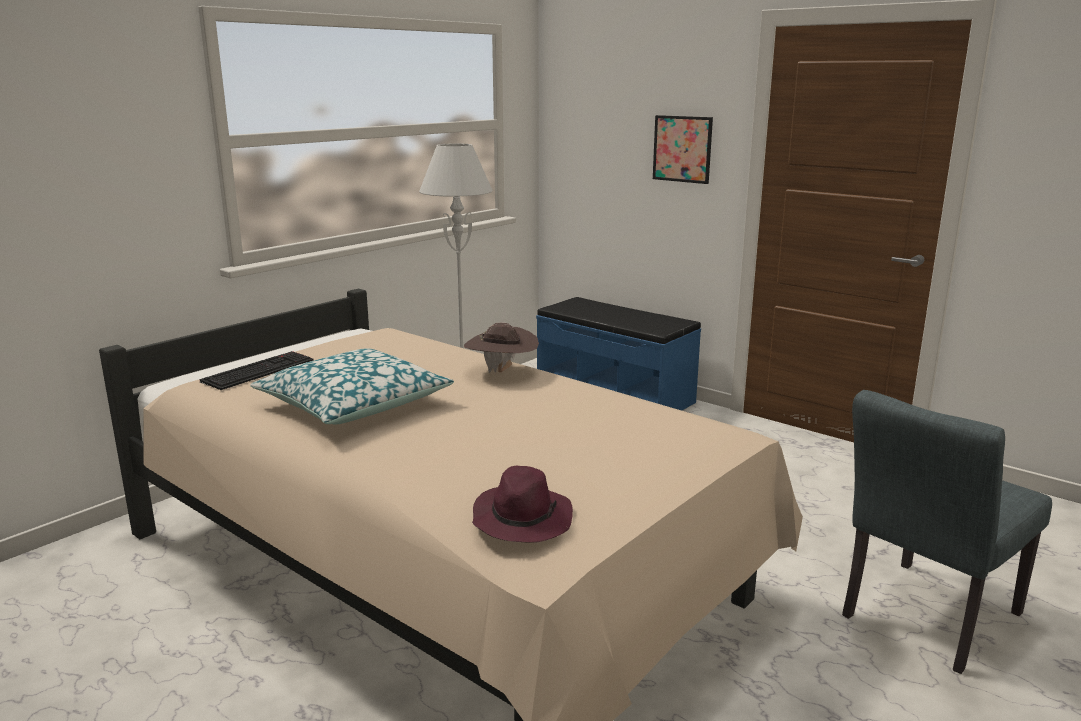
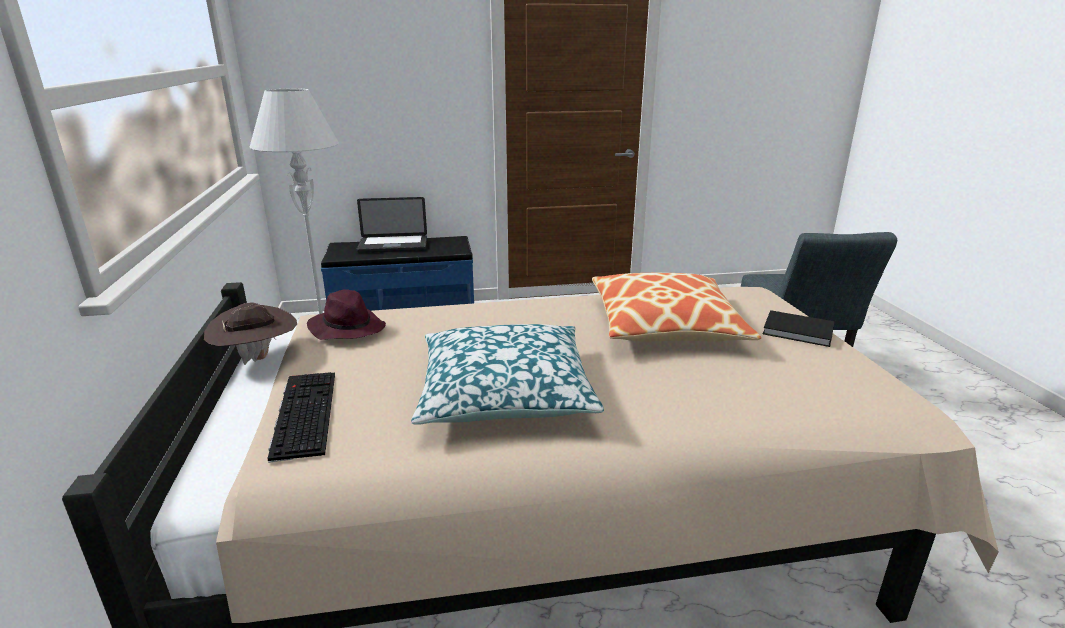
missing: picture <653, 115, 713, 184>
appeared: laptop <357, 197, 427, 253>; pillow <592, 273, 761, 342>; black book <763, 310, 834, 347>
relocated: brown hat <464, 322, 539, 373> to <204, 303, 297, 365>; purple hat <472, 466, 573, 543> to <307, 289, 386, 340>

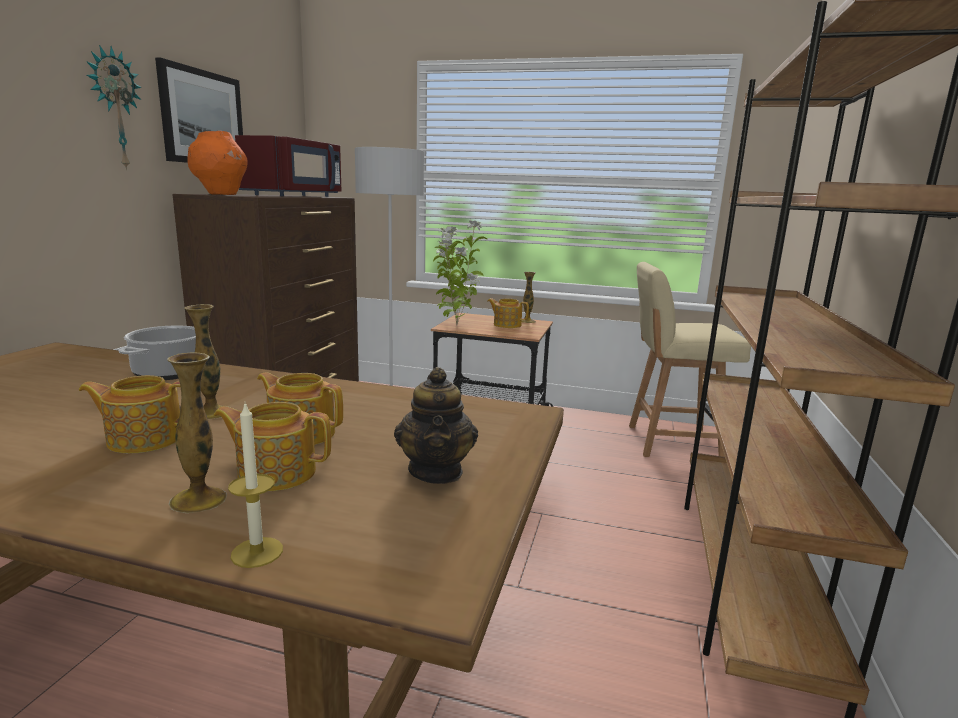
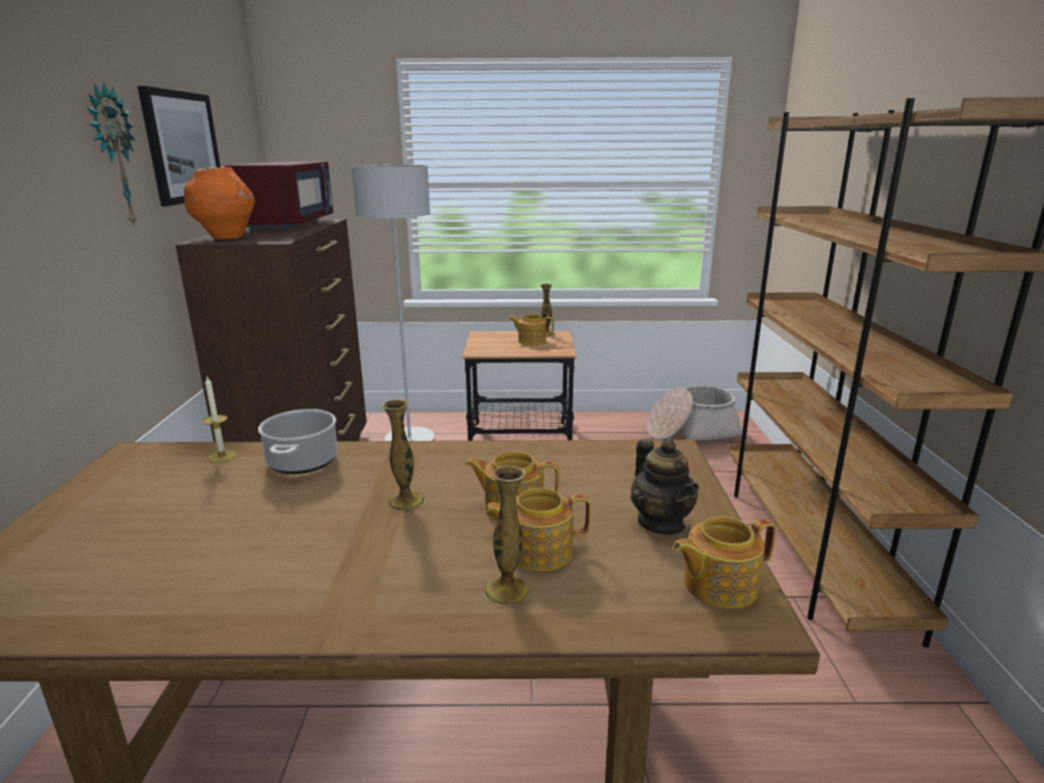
missing: potted plant <433, 219, 488, 326>
relocated: teapot <79, 375, 181, 454> to <673, 516, 776, 609>; candle <228, 404, 283, 568> to <203, 377, 236, 463>
exchanged: beige chair <629, 262, 751, 457> to basket <647, 386, 742, 440>

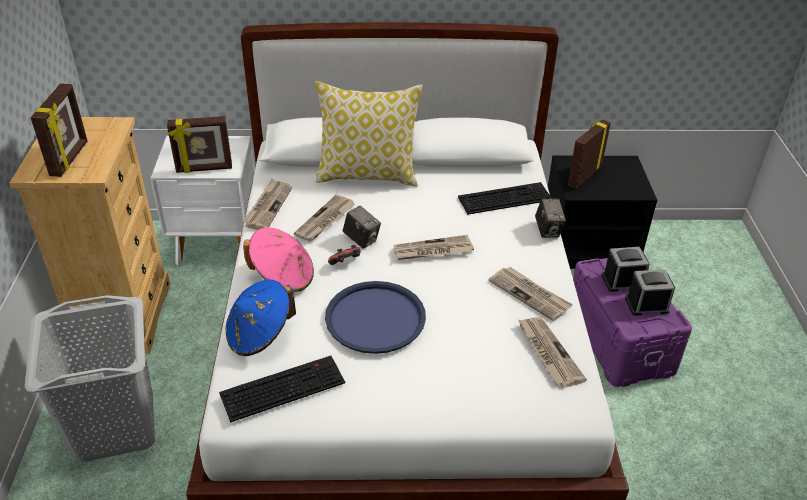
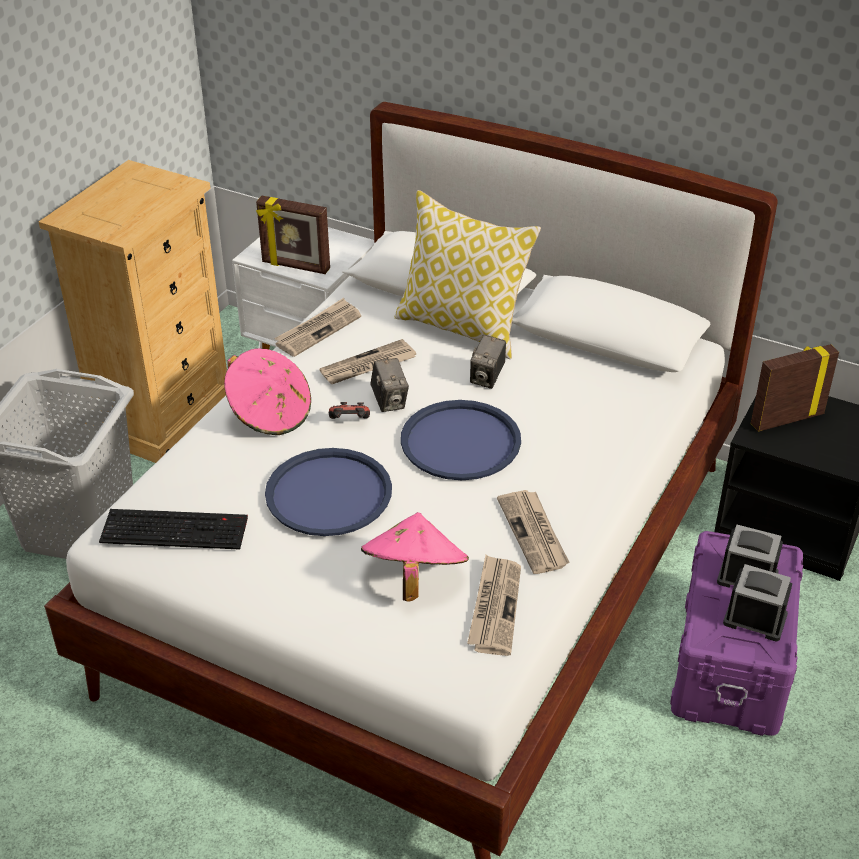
missing: picture frame <31, 83, 88, 177>; blue hat <226, 280, 296, 356>; keyboard <458, 182, 552, 215>
appeared: pink hat <361, 512, 469, 602>
relocated: photo camera <535, 199, 566, 238> to <470, 335, 506, 389>
exchanged: newspaper <394, 235, 474, 260> to blue tray <401, 400, 521, 480>

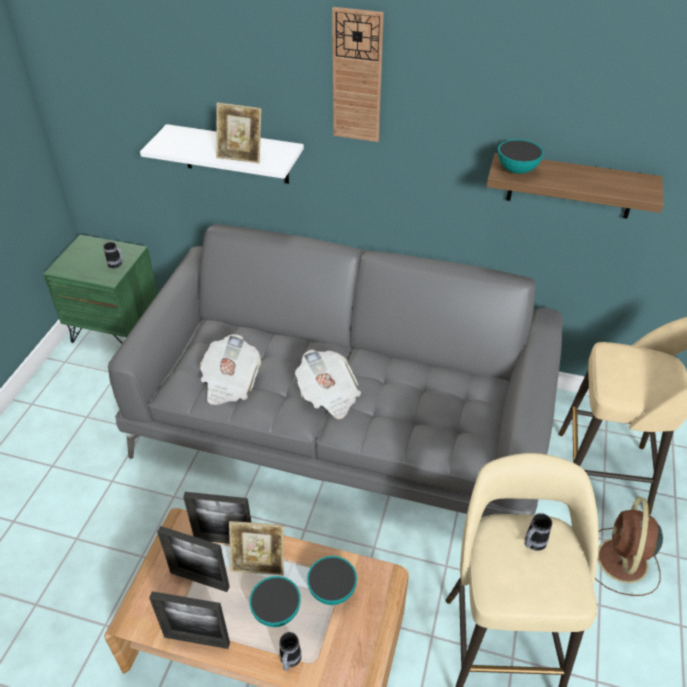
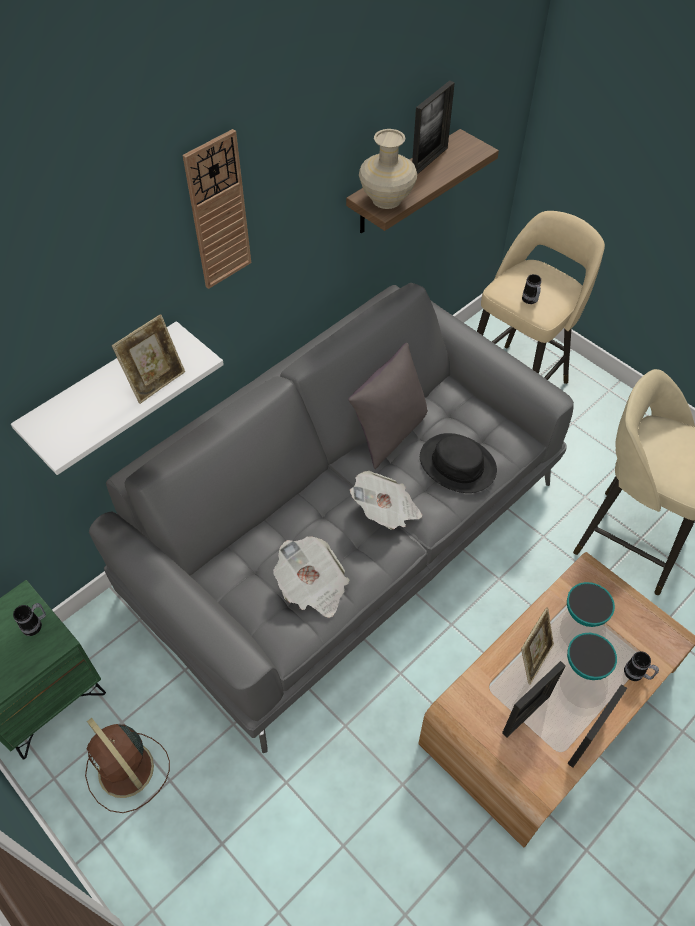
appeared: grey pillow <348, 343, 428, 469>; black hat <420, 433, 497, 493>
relocated: picture frame <183, 492, 251, 544> to <412, 81, 455, 175>; mug <524, 513, 552, 551> to <522, 274, 541, 304>; brown fan <595, 497, 663, 596> to <85, 718, 170, 813>
exchanged: bowl <498, 139, 544, 174> to beige vase <359, 129, 417, 209>

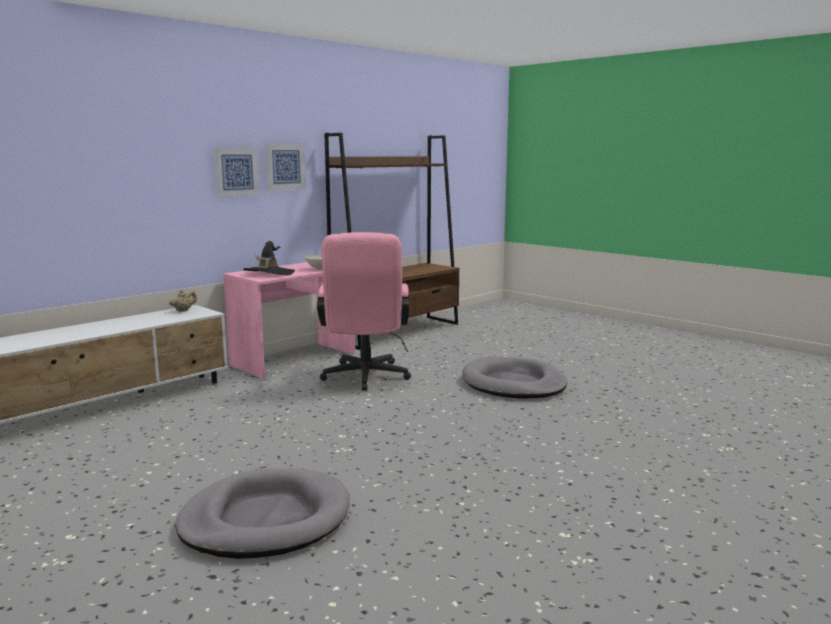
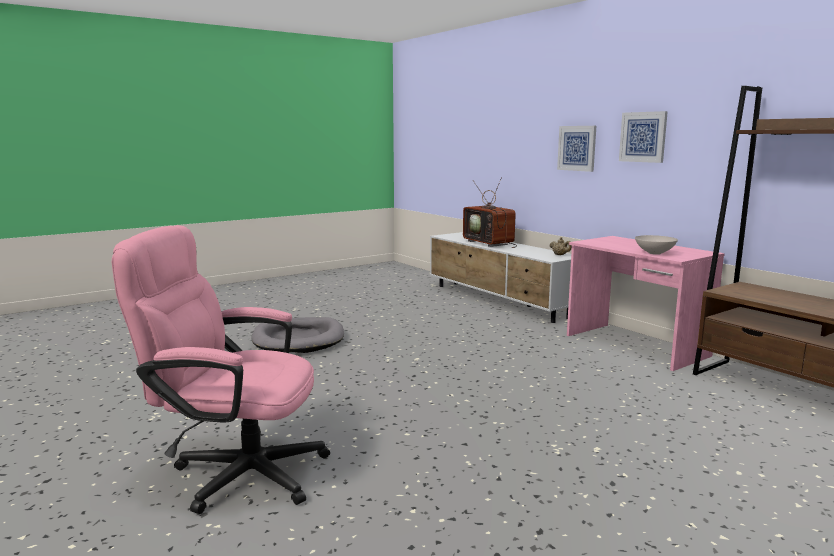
missing: black hat <243, 241, 295, 276>; grey dog bed <462, 356, 567, 399>
appeared: television <463, 177, 517, 248>
relocated: picture <265, 143, 306, 190> to <557, 126, 596, 172>; pink office chair <317, 232, 411, 391> to <112, 225, 330, 514>

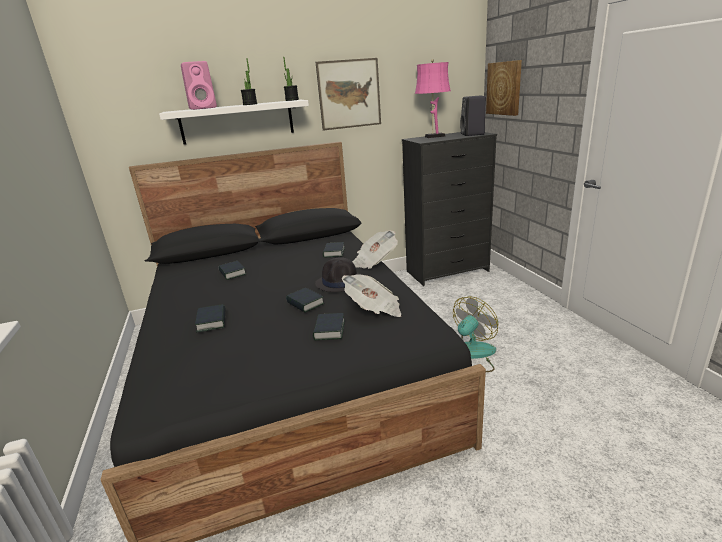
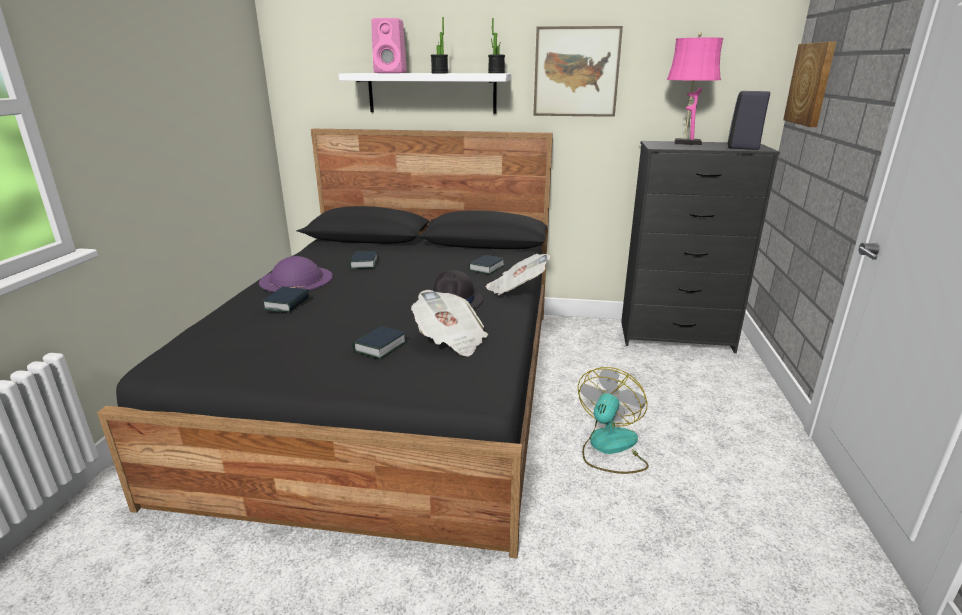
missing: book <286, 288, 324, 312>
appeared: purple hat <259, 256, 333, 292>
spun: fan <453, 296, 498, 372> = <578, 367, 649, 474> 45 degrees counterclockwise

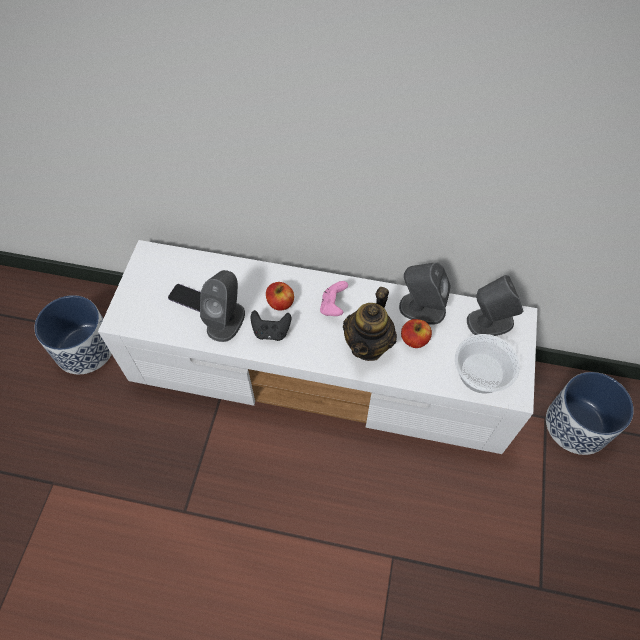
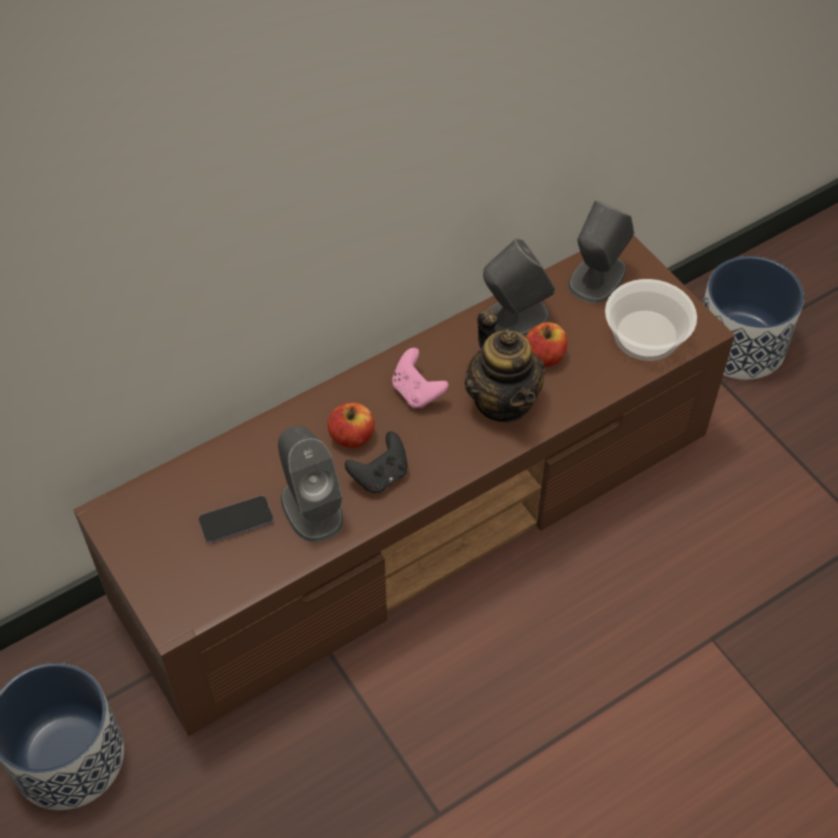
colour: white tv stand <98, 240, 537, 454> to brown tv stand <74, 235, 735, 736>

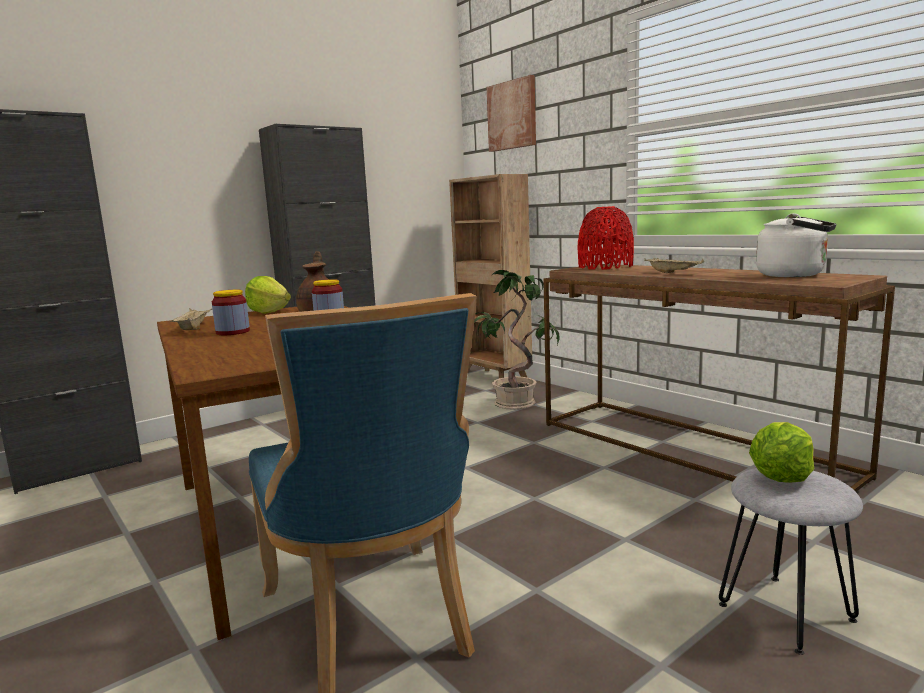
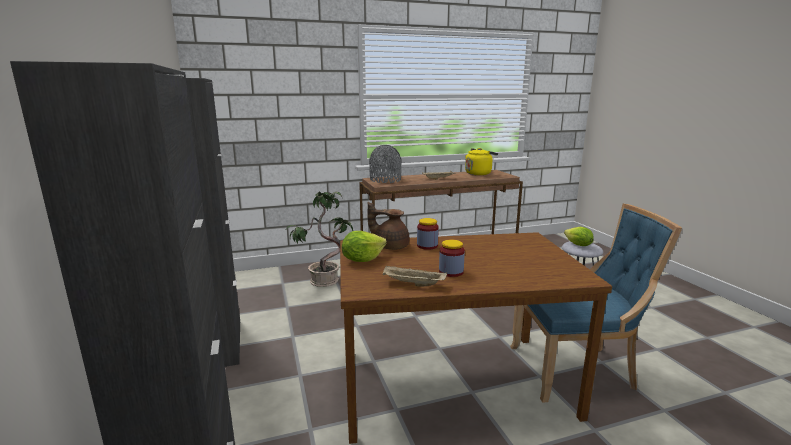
missing: brown bookcase <449, 174, 532, 378>; picture <487, 75, 536, 152>
colour: red vase <577, 206, 634, 270> to grey vase <369, 145, 402, 183>; white kettle <756, 213, 836, 277> to yellow kettle <465, 148, 498, 175>

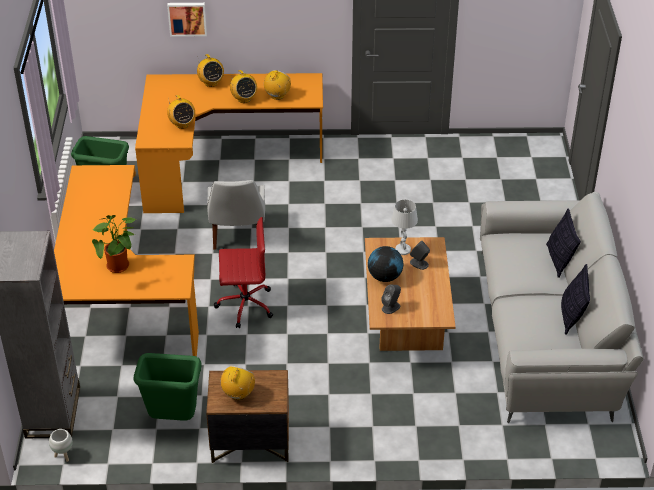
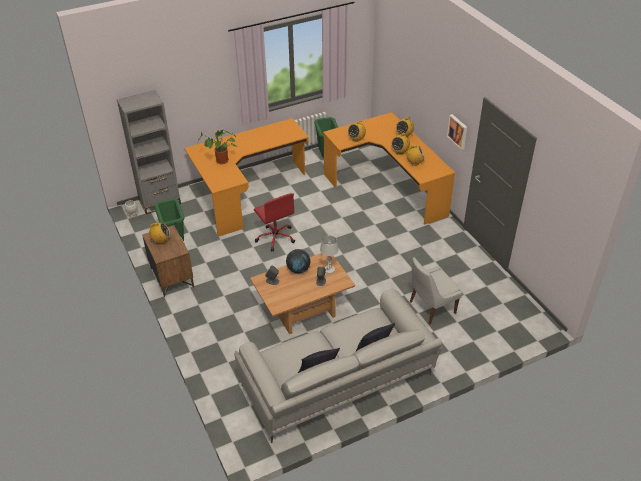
relocated: picture <167, 3, 207, 37> to <447, 114, 467, 150>; white chair <207, 180, 265, 250> to <410, 257, 463, 324>

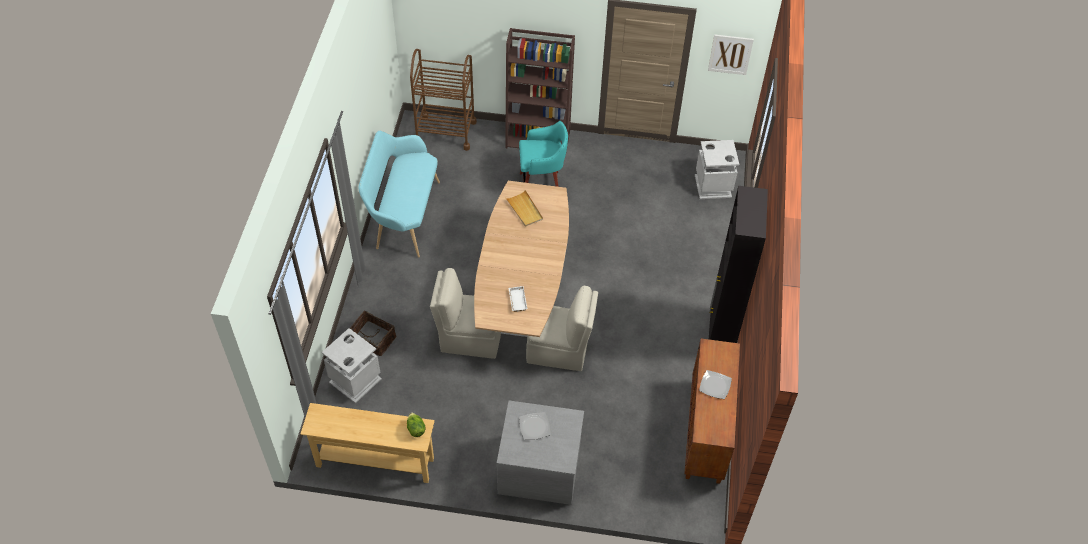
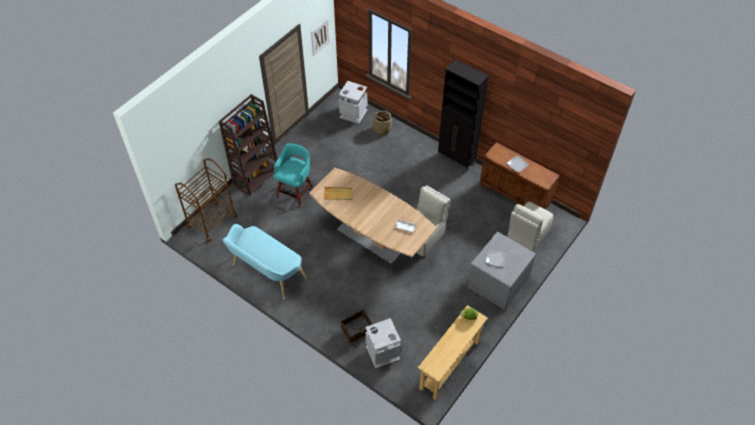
appeared: basket <373, 111, 393, 135>
relocated: beige chair <430, 268, 501, 359> to <507, 202, 553, 252>

